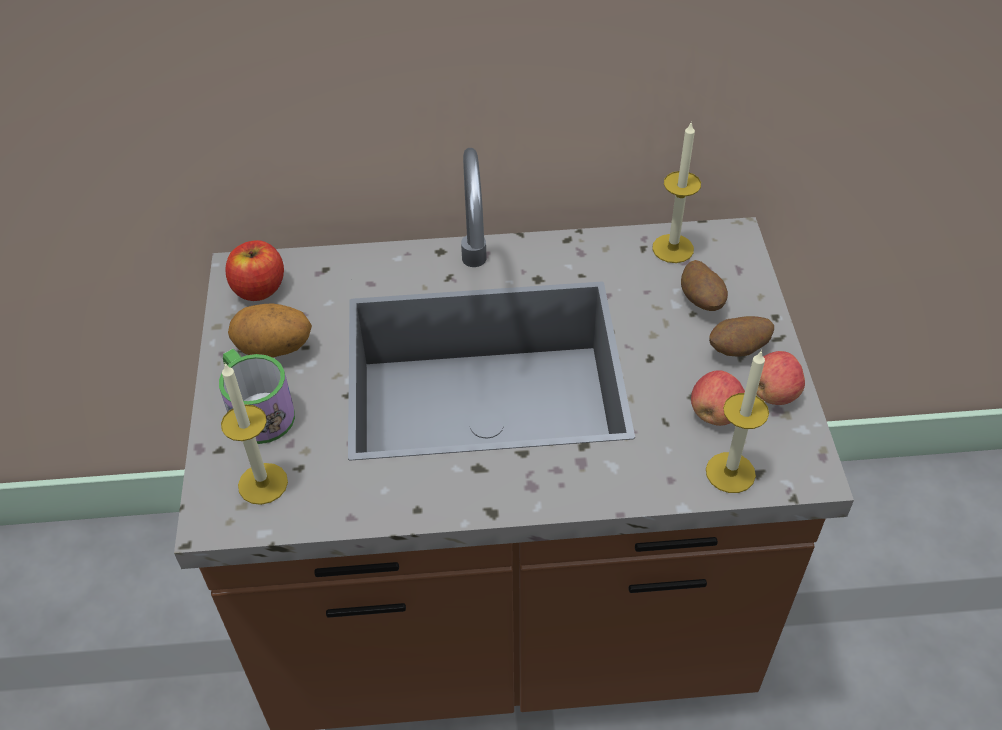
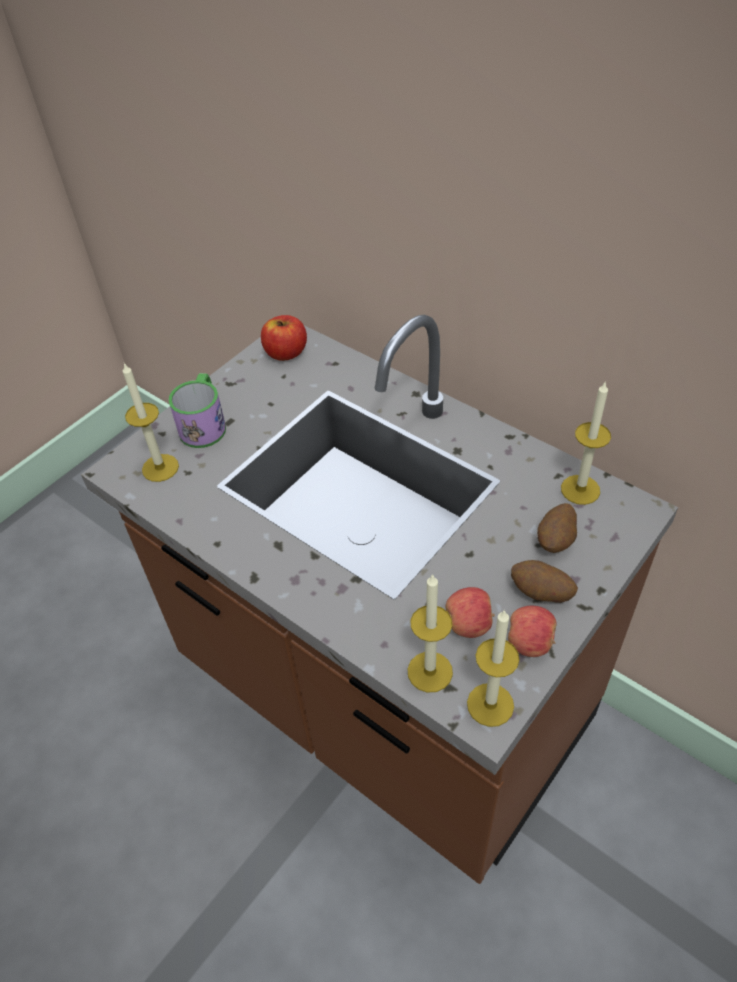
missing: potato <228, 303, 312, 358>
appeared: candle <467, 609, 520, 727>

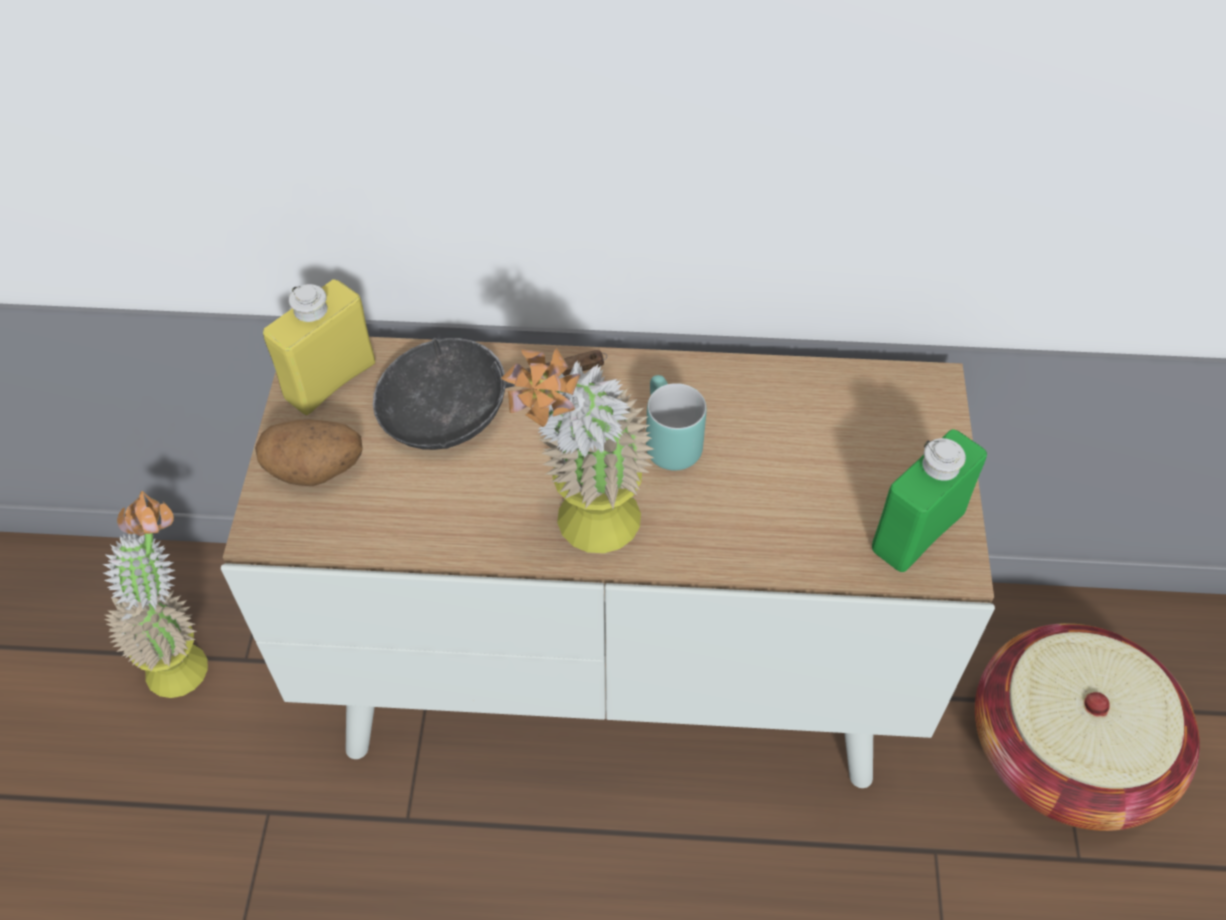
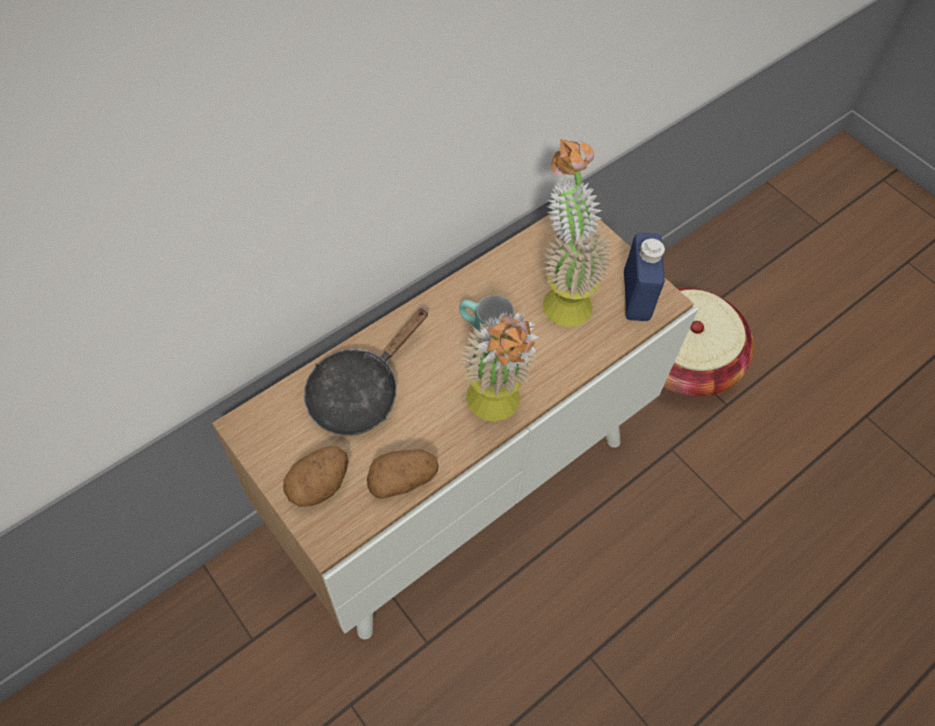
missing: yellow bottle <263, 279, 375, 415>
appeared: potato <367, 449, 438, 498>
relocated: potted plant <103, 491, 208, 698> to <542, 139, 612, 327>
colour: green bottle <872, 429, 987, 572> to blue bottle <624, 233, 665, 321>

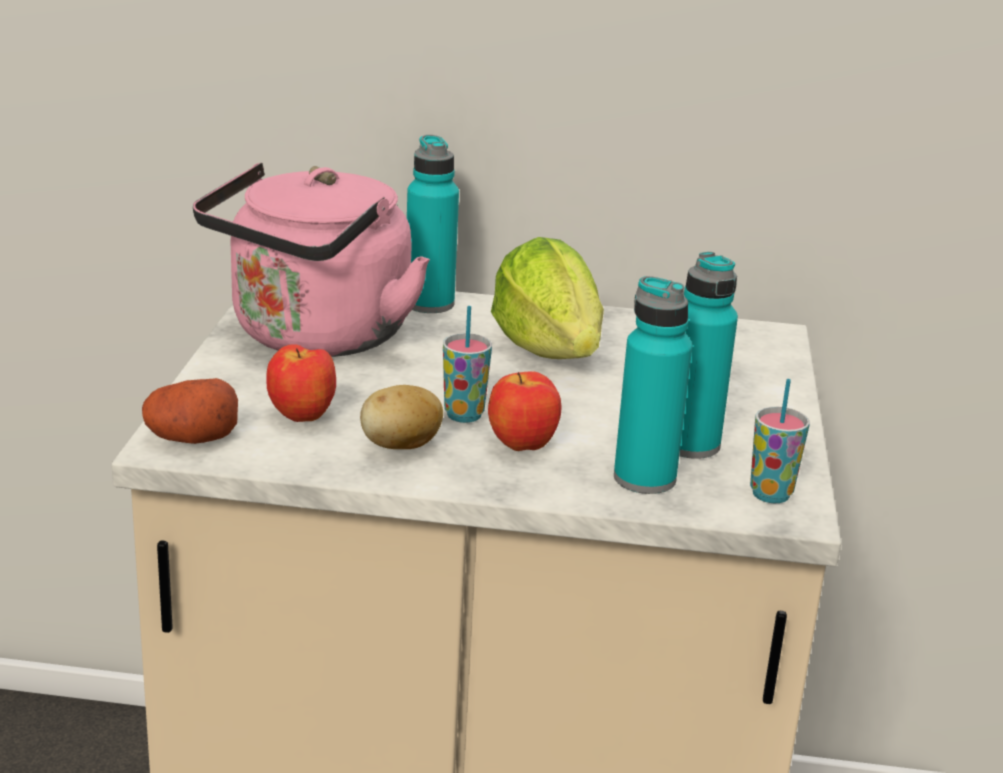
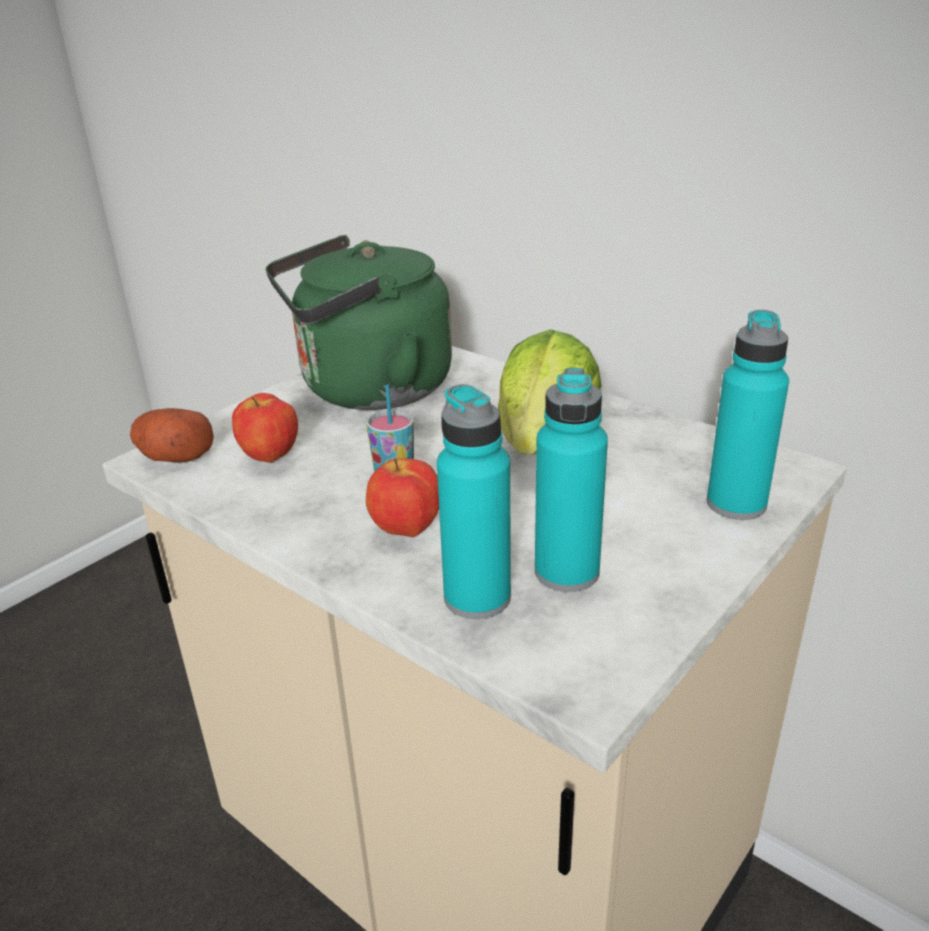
missing: potato <360, 385, 443, 449>; cup <750, 379, 810, 503>
relocated: turquoise bottle <407, 135, 459, 313> to <707, 310, 789, 520>
colour: pink kettle <193, 163, 430, 357> to green kettle <266, 235, 452, 410>

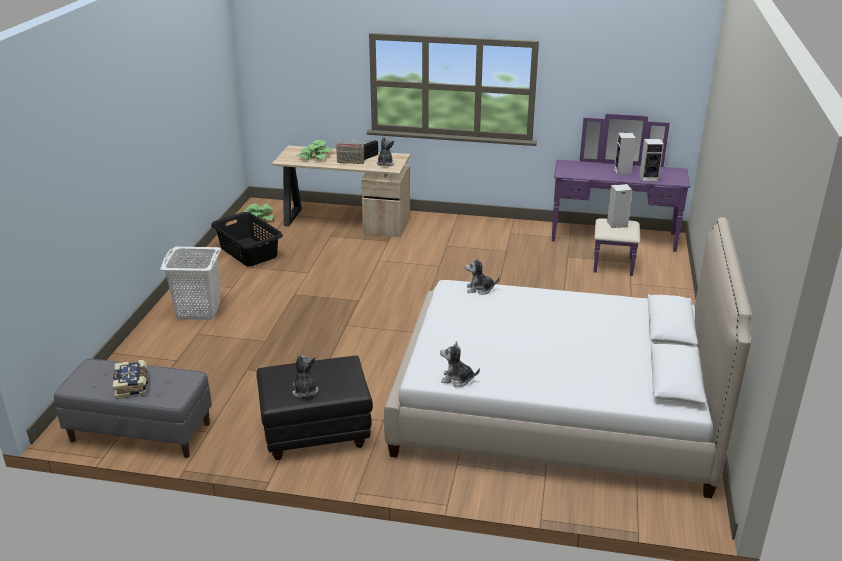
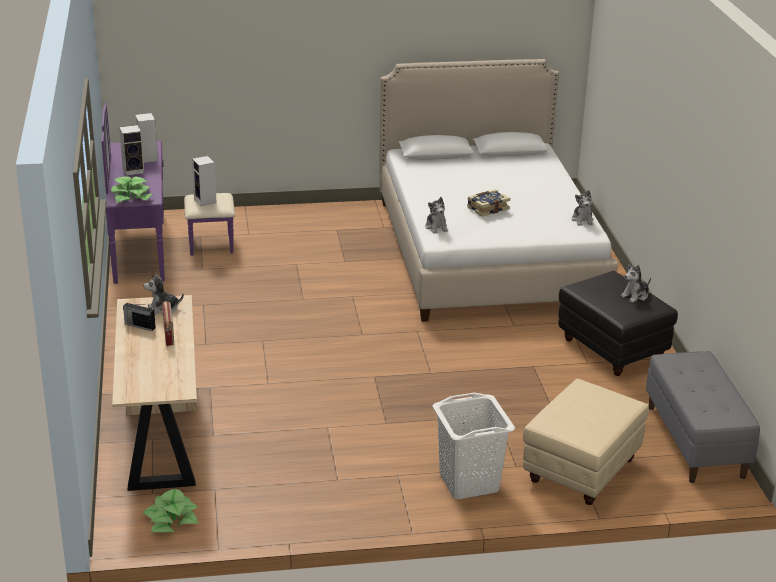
missing: black laundry basket <211, 212, 283, 266>
appeared: beige ottoman <523, 379, 649, 505>
relocated: book <113, 360, 149, 399> to <467, 189, 510, 217>; potted plant <296, 140, 334, 160> to <111, 176, 152, 203>

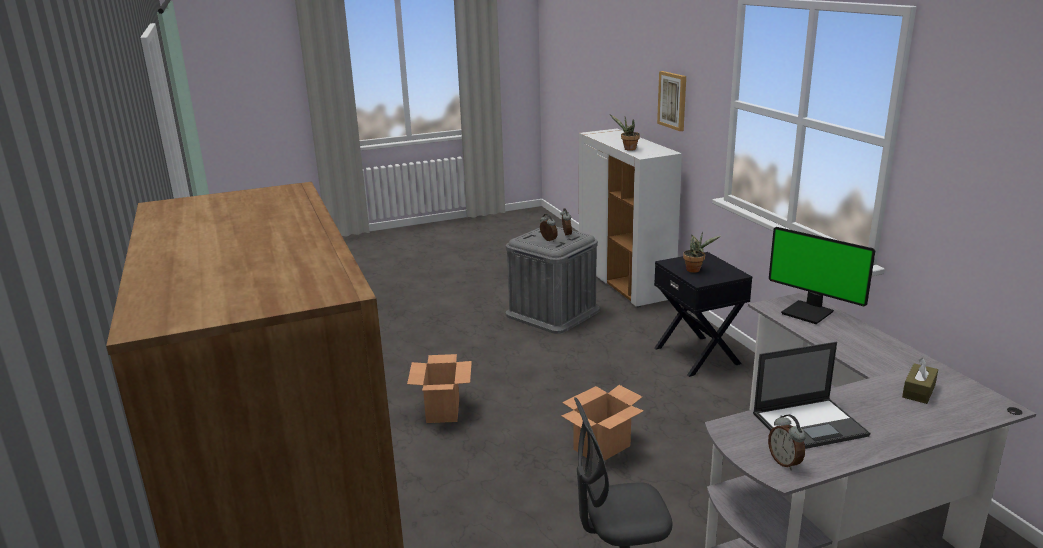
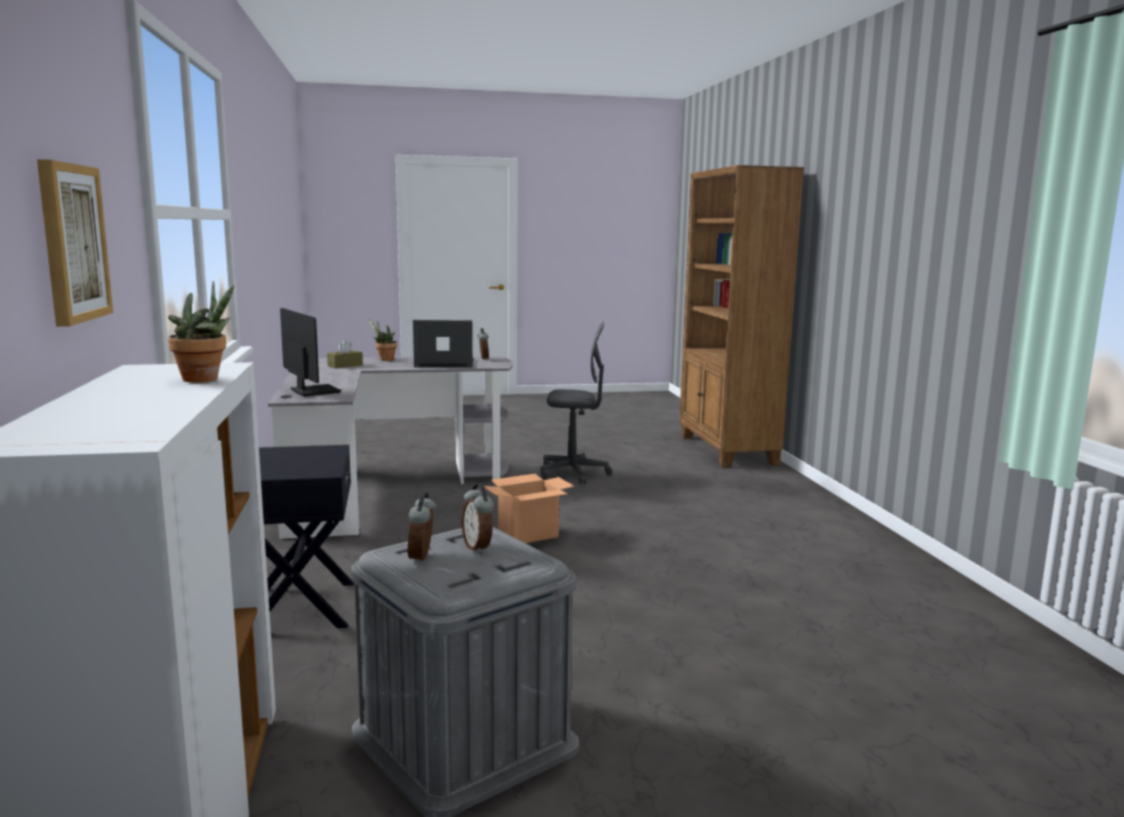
missing: cardboard box <407, 354, 472, 423>
relocated: potted plant <683, 232, 721, 273> to <369, 319, 397, 361>

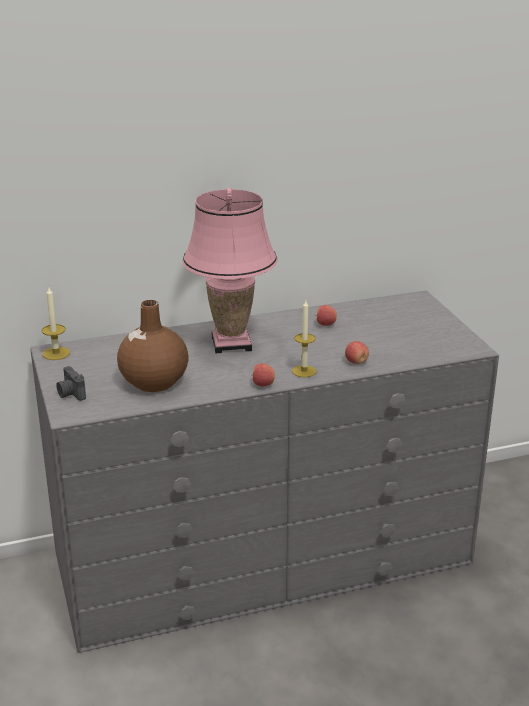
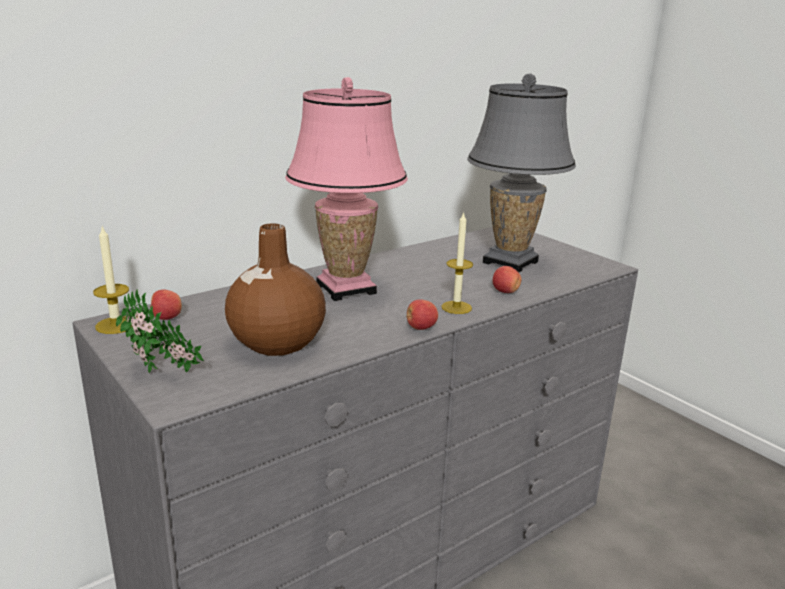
appeared: grey table lamp <467, 73, 576, 273>
relocated: apple <316, 305, 337, 326> to <150, 290, 182, 320>
exchanged: photo camera <56, 366, 86, 401> to potted plant <116, 289, 205, 373>

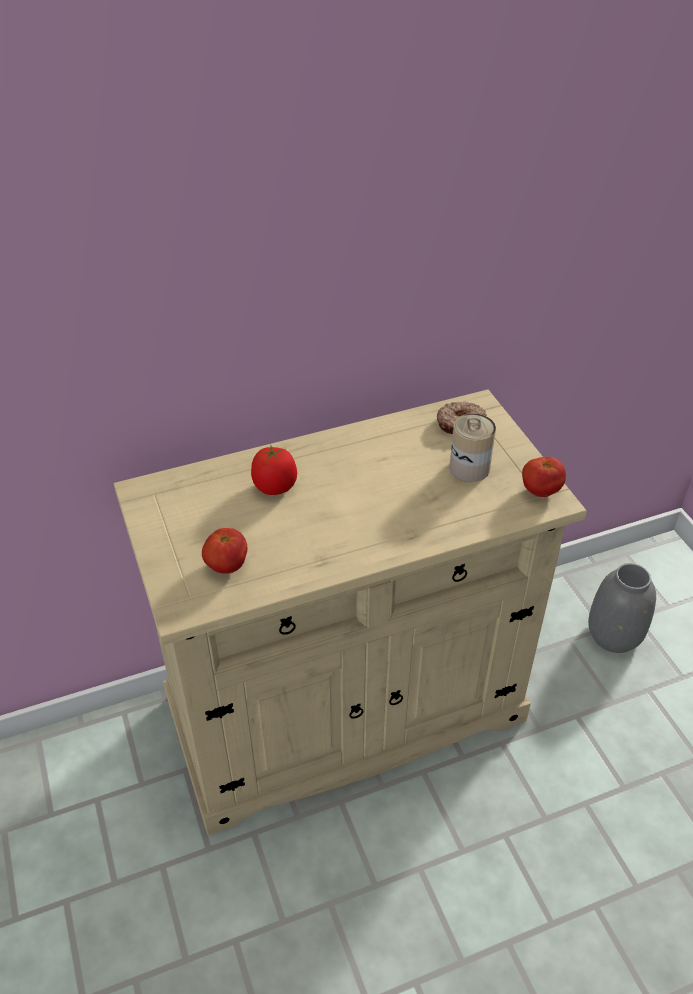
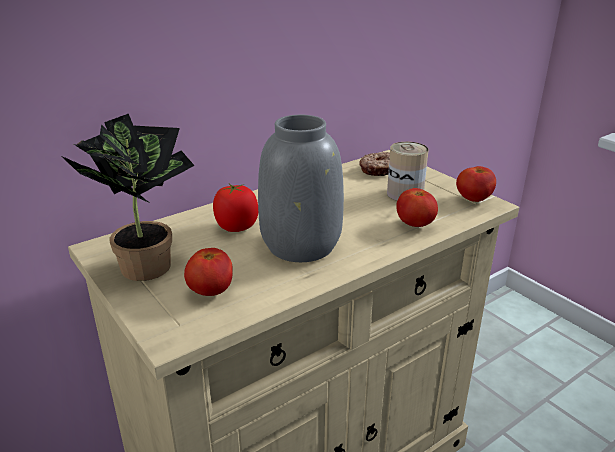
appeared: potted plant <61, 114, 195, 281>; tomato <396, 188, 438, 227>
relocated: grey vase <588, 563, 656, 653> to <258, 115, 344, 262>

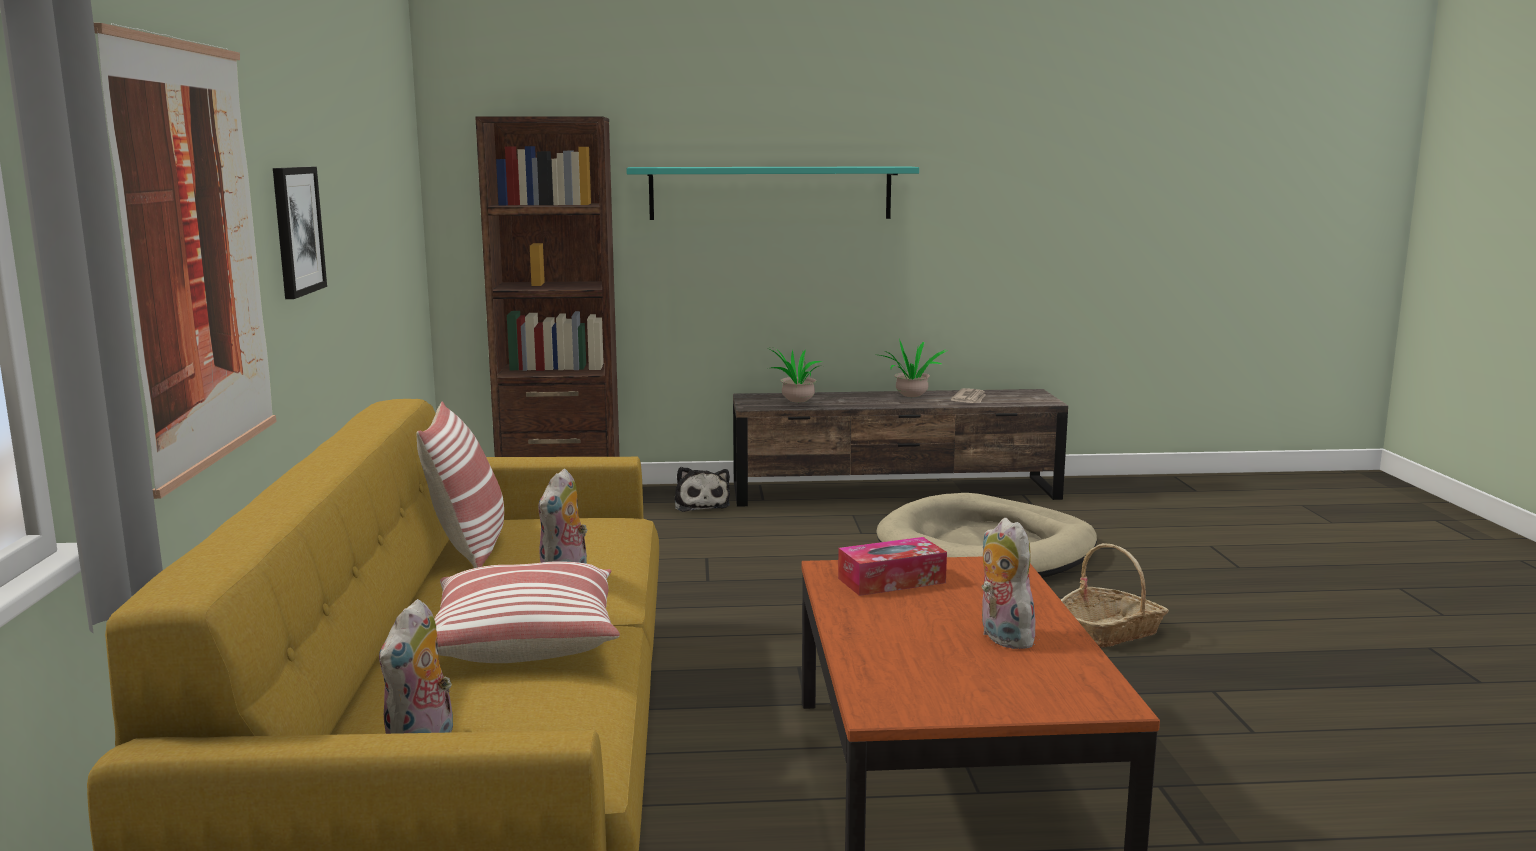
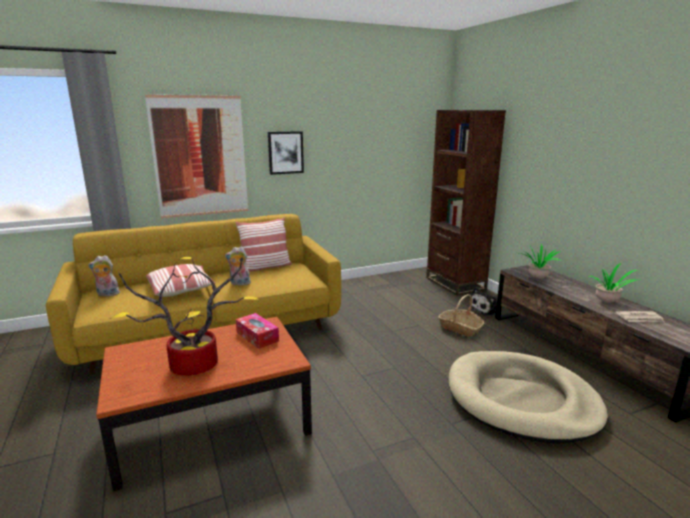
missing: turquoise shelf <626, 166, 919, 220>
relocated: basket <1061, 543, 1169, 648> to <438, 294, 484, 337>
exchanged: plush toy <982, 518, 1035, 649> to potted plant <111, 257, 259, 376>

